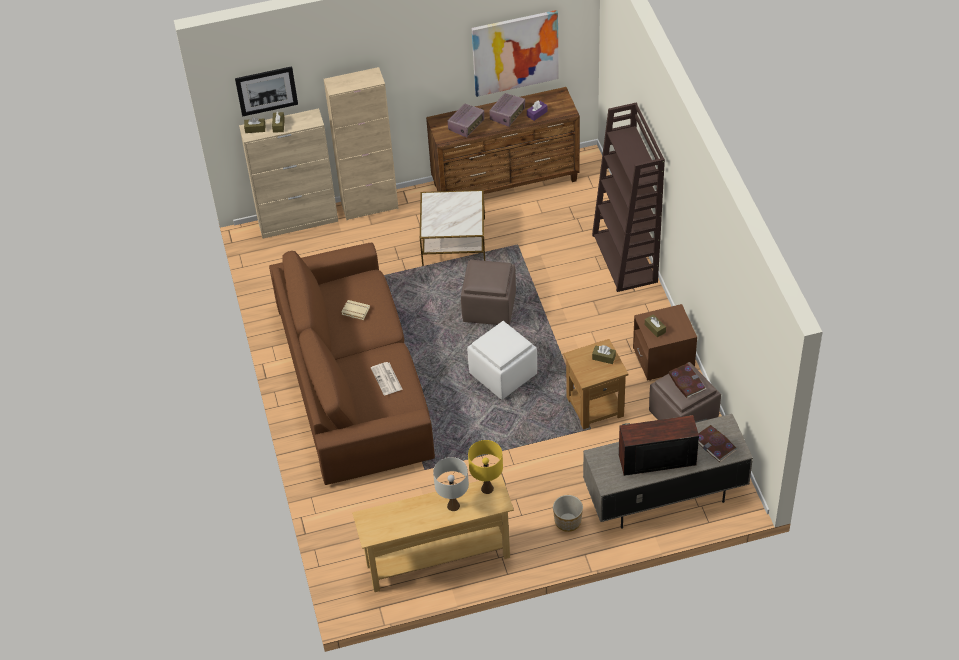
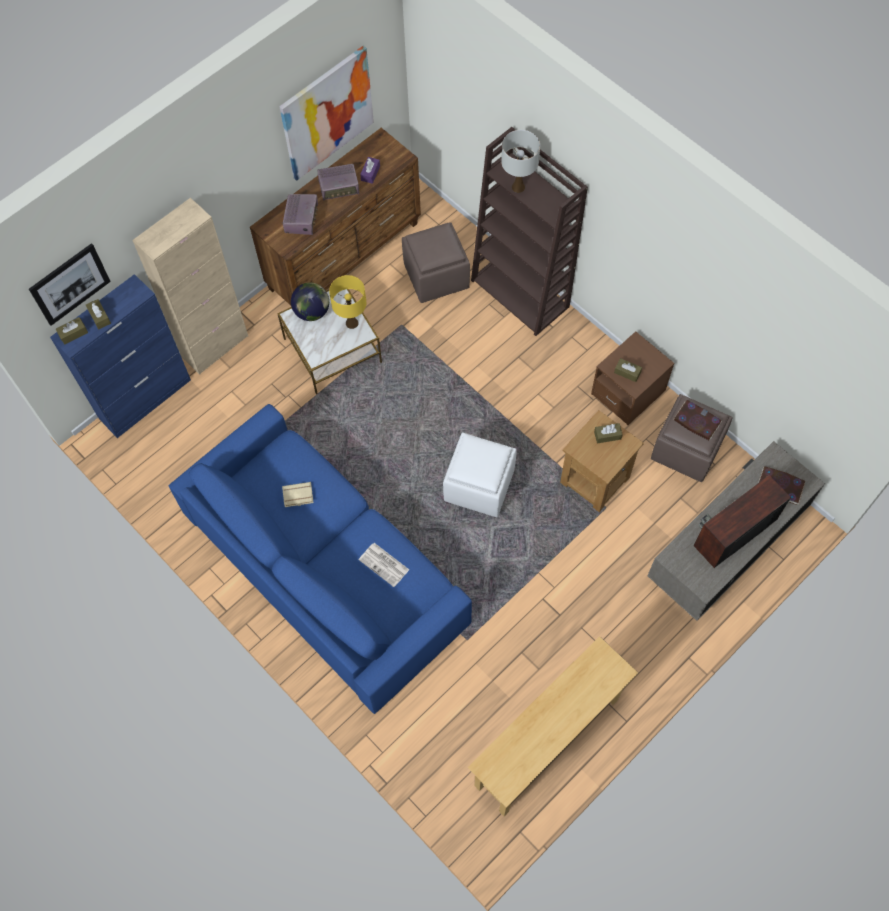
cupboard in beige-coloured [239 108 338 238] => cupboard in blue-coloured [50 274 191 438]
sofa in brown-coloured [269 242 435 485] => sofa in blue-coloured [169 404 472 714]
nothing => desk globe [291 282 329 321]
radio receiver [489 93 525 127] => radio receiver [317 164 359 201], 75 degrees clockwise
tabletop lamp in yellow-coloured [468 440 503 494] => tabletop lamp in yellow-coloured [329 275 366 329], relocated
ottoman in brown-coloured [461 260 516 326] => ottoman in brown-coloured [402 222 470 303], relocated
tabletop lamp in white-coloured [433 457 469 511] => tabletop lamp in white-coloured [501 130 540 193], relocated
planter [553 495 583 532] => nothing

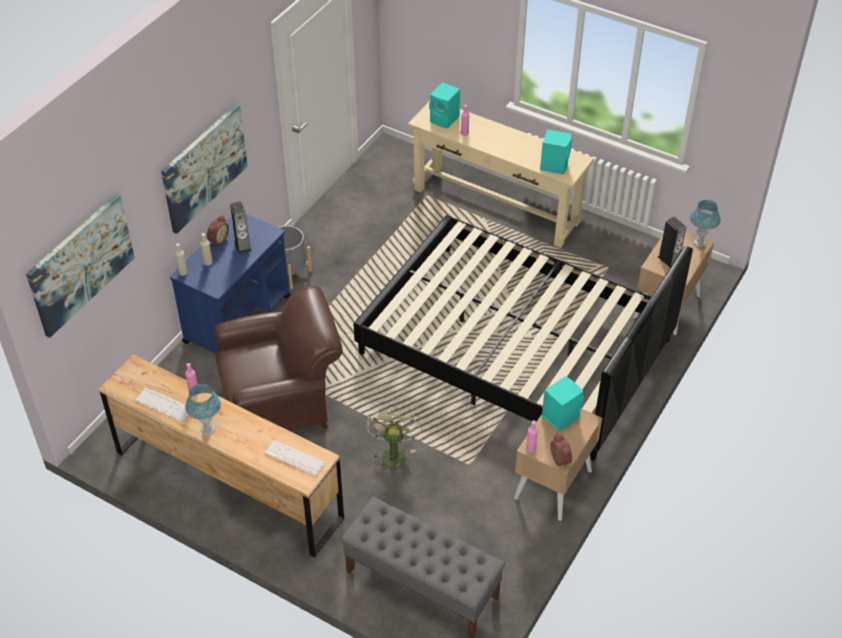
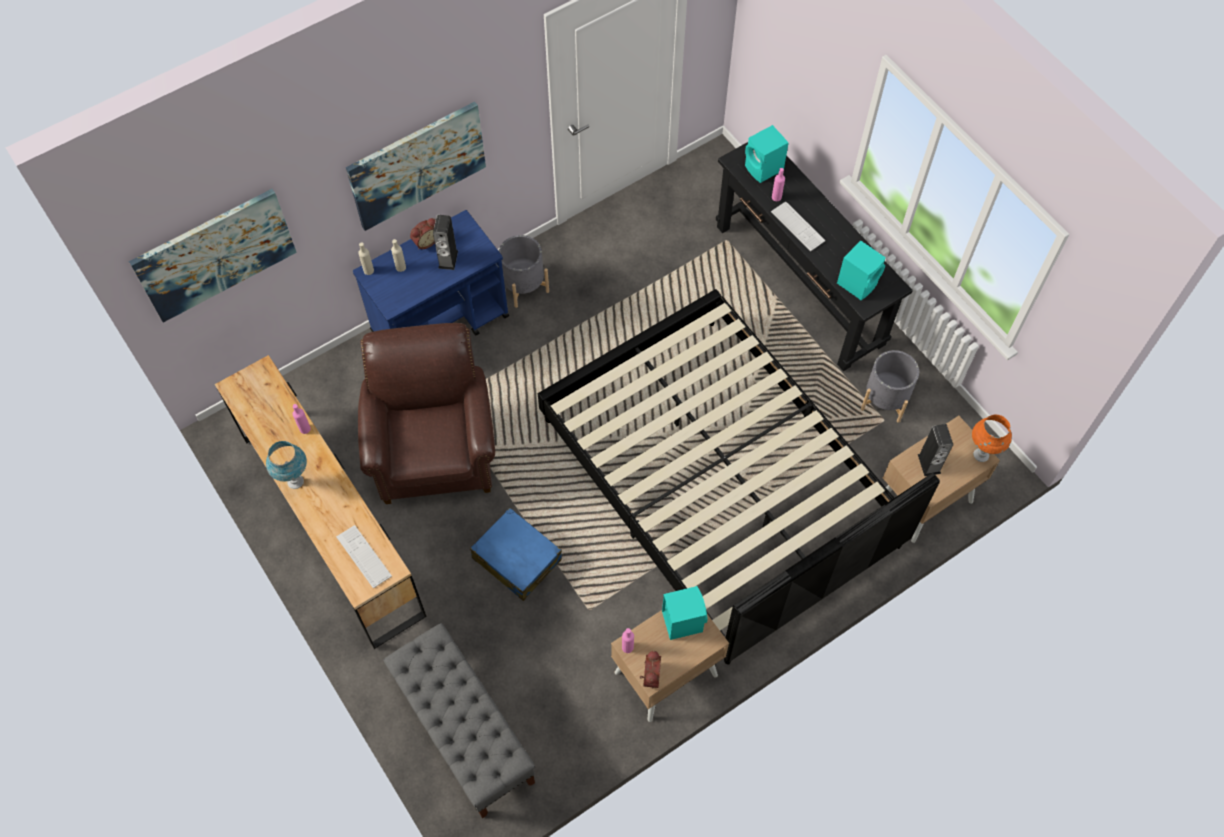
easy chair in brown-coloured [214 286 343 431] => easy chair in brown-coloured [358 323 495 504], 105 degrees counterclockwise
electric fan in green-coloured [366 406 422 473] => suitcase in blue-coloured [470 508 562 601]
narrow table in beige-coloured [408 101 594 248] => narrow table in black-coloured [716 142 913 371]
PC keyboard [135 388 188 422] => PC keyboard [771 201 825 251], relocated
nothing => planter in gray [861 350 919 423]
tabletop lamp in blue-coloured [690 200 720 247] => tabletop lamp in orangey [972 415 1012 462]

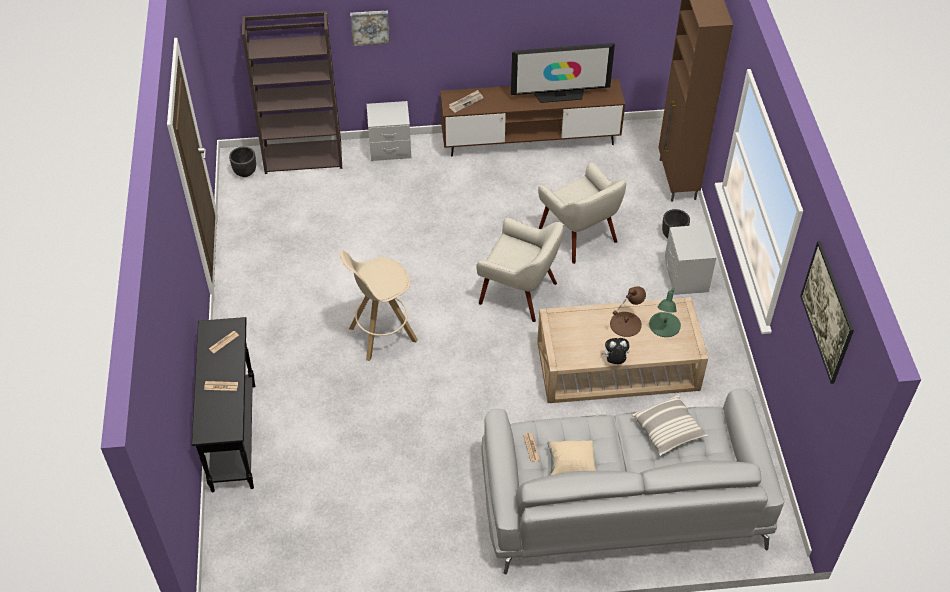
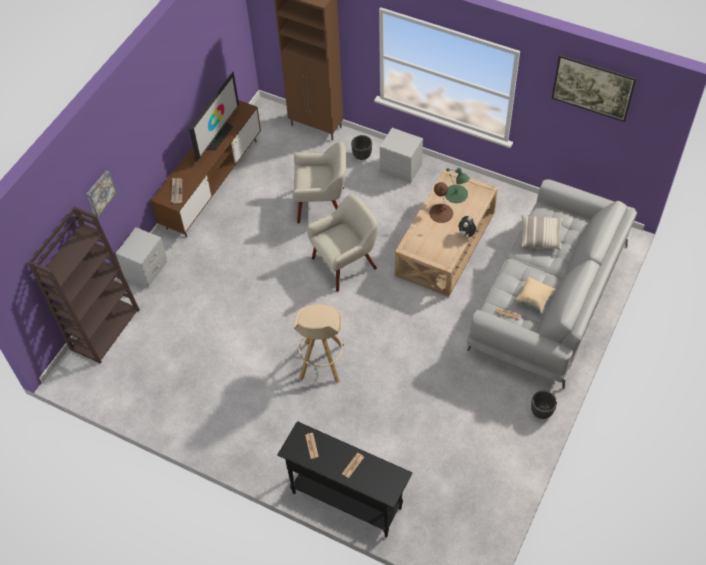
planter in black-coloured [229 147 256 177] => planter in black-coloured [531 390 557 419], relocated

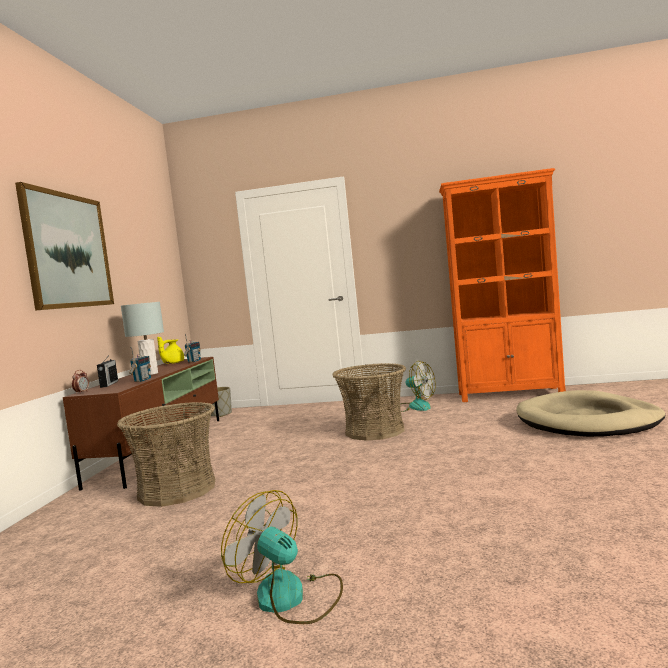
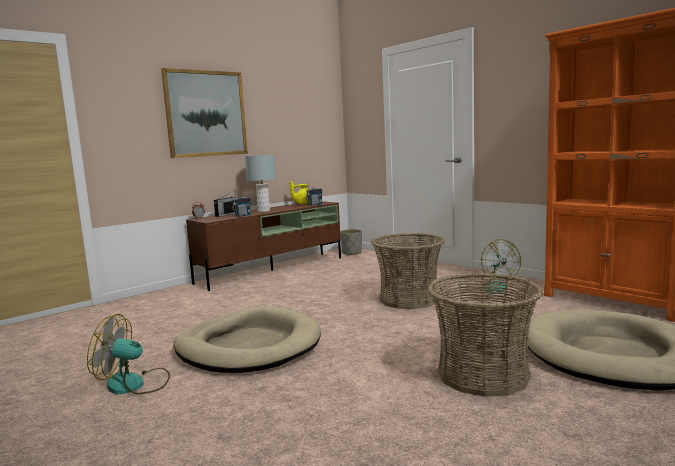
electric fan [221 490 343 624] => electric fan [87 314 170 395], 75 degrees counterclockwise
nothing => pet bed in beige-coloured [173 307 321 373]
storage basket [117 402 215 507] => storage basket [427 273 543 397], relocated

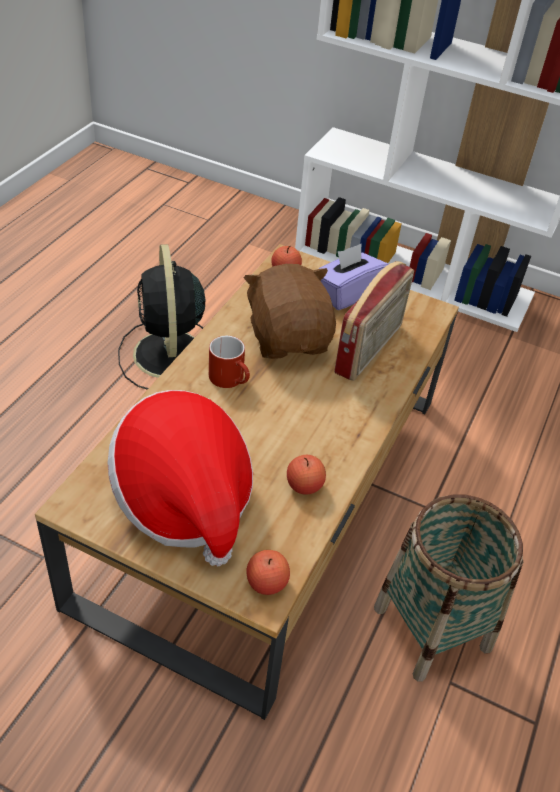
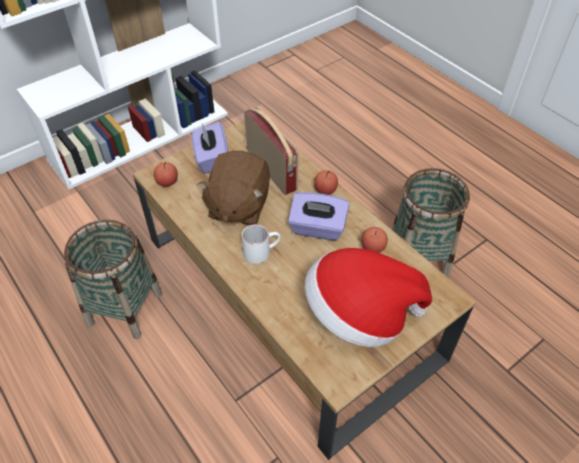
electric fan in black-coloured [118 244 205 390] => storage basket [64 220 162 339]
cuddly toy in brown-coloured [244 264 336 359] => cuddly toy in brown-coloured [197 151 270 225], 90 degrees counterclockwise
mug in red [209 336 250 388] => mug in white-coloured [241 224 280 264]
nothing => tissue holder in purple [288 192 349 241]
whole apple [246 550 290 595] => whole apple [314 170 338 195], relocated

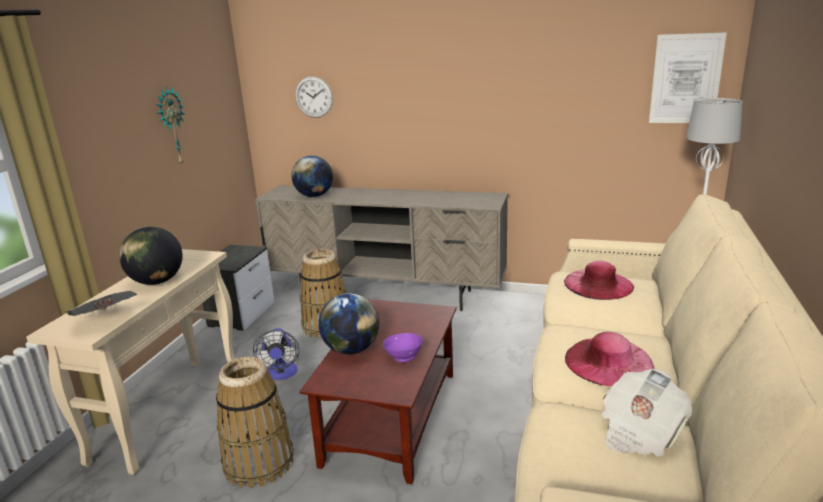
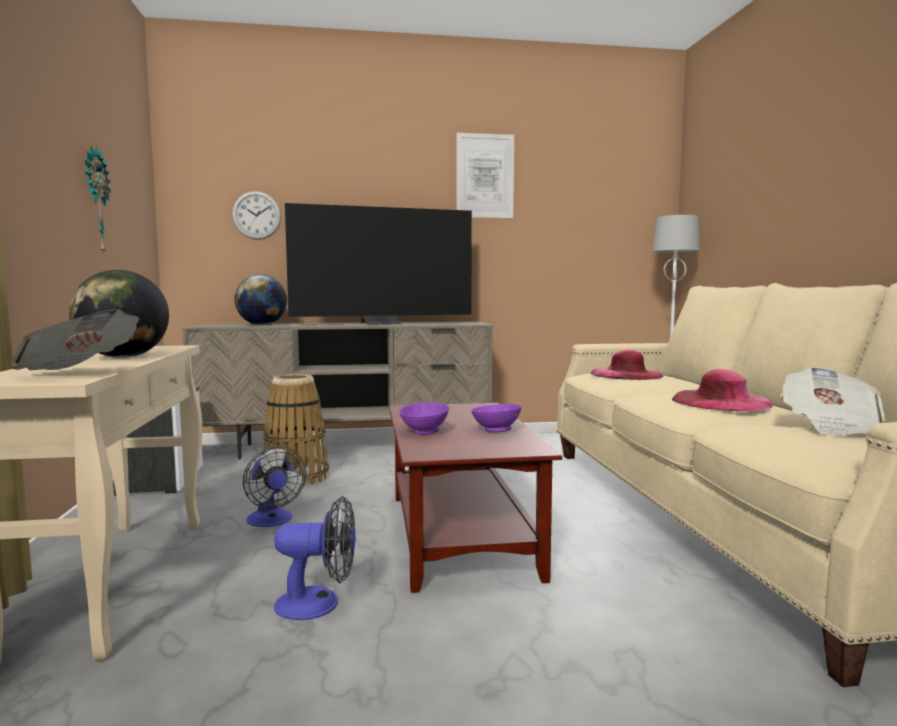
storage basket [216 357 294 488] => electric fan [274 496 355 620]
nothing => television [285 203 472 325]
desk globe [319 293 379 354] => serving bowl in purple [399 402 449 435]
picture [649 33 727 123] => picture [456 133 514 218], relocated

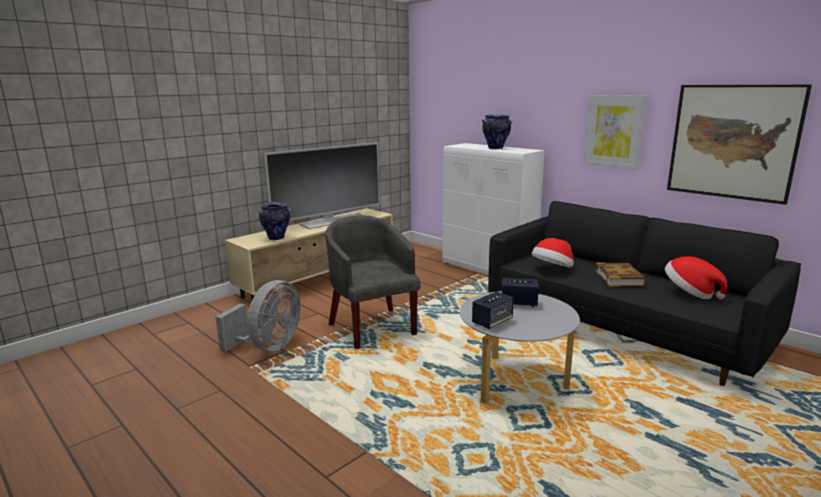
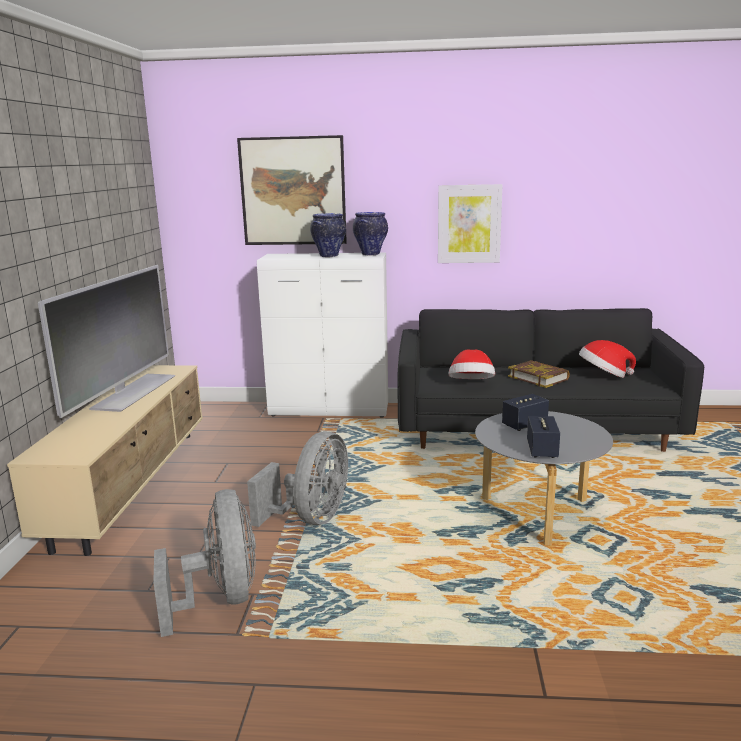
picture [667 84 812 205] => picture [237 135 347 245], relocated
easy chair in gray [325 216 421 349] => electric fan in gray [247 431 348 527]
decorative vase [257 202 292 240] => decorative vase [353 212 388 256], relocated

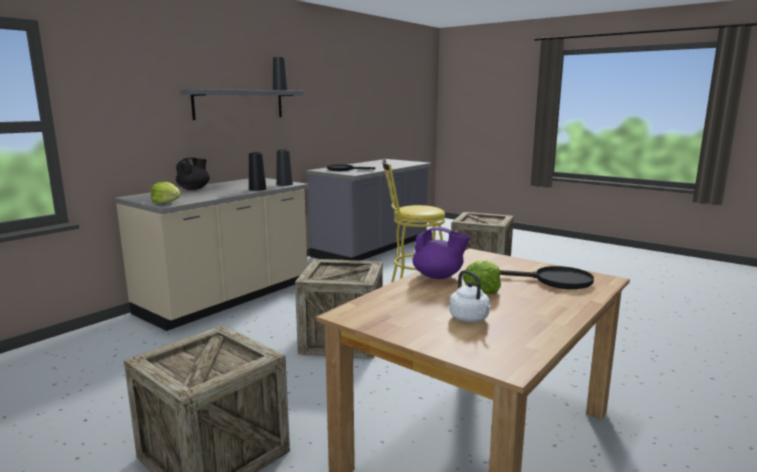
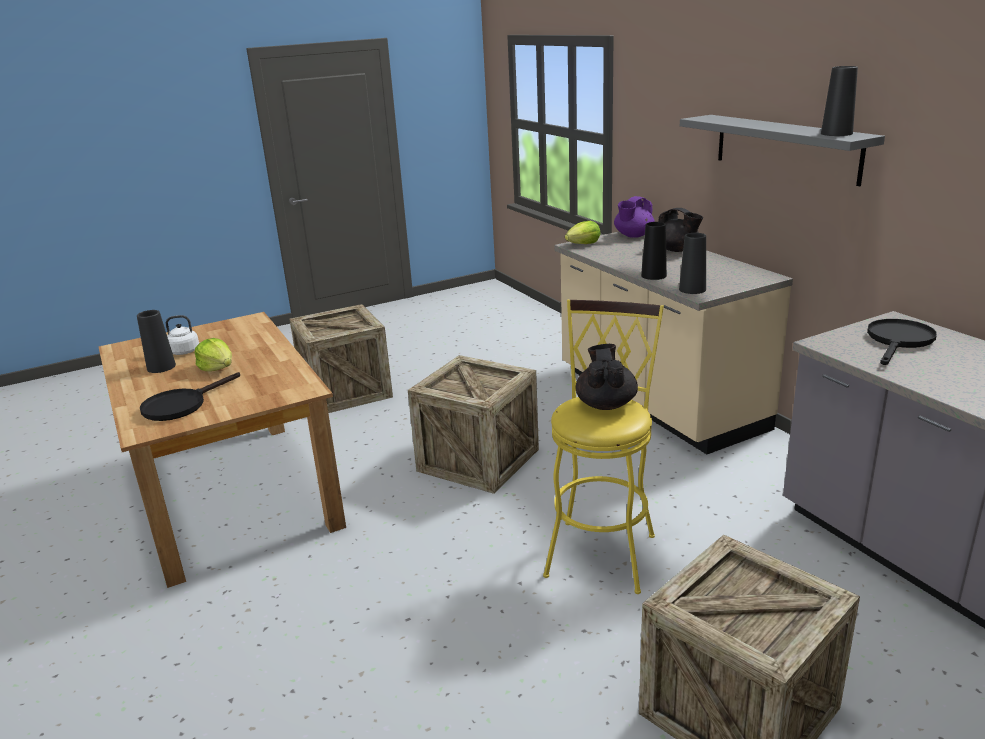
nothing => decorative vase in black-coloured [137 310 176 373]
nothing => teapot in black-coloured [576 344 638 410]
teapot in purple [412 227 470 279] => teapot in purple [614 196 655 238], relocated

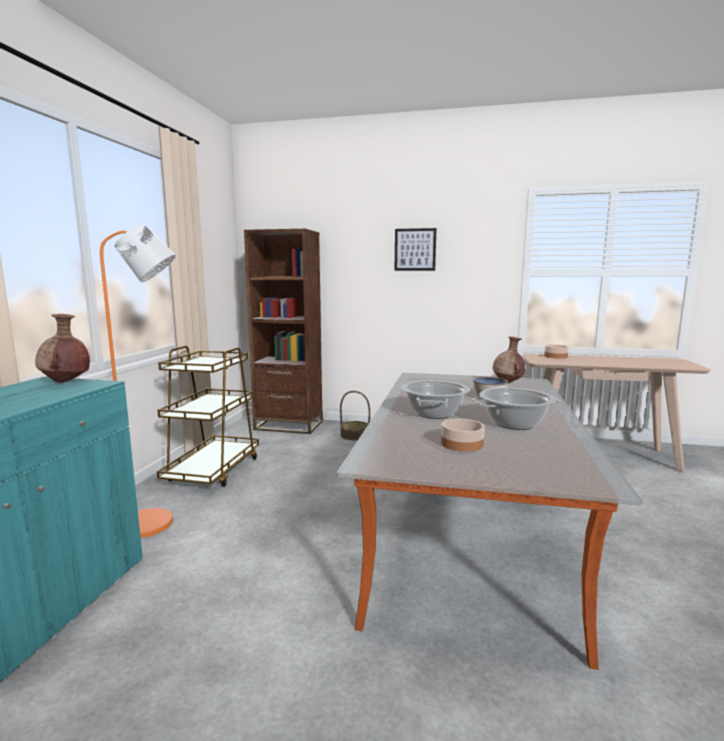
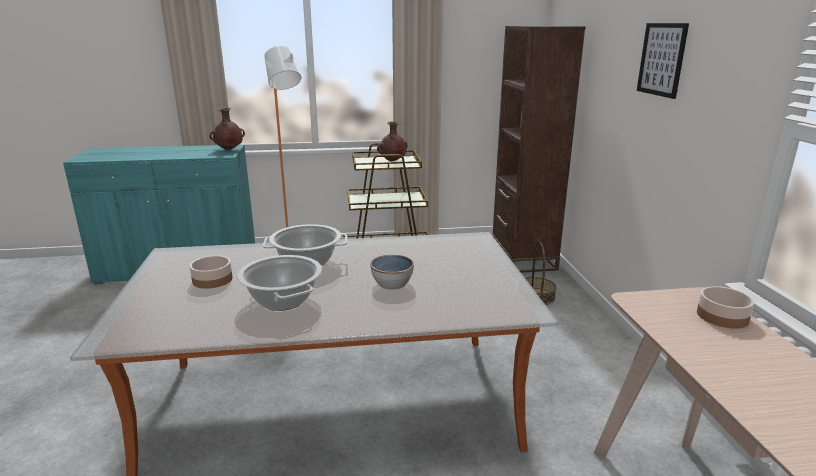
decorative vase in brown-coloured [492 336 525 383] => decorative vase in brown-coloured [377 121 408 161], relocated

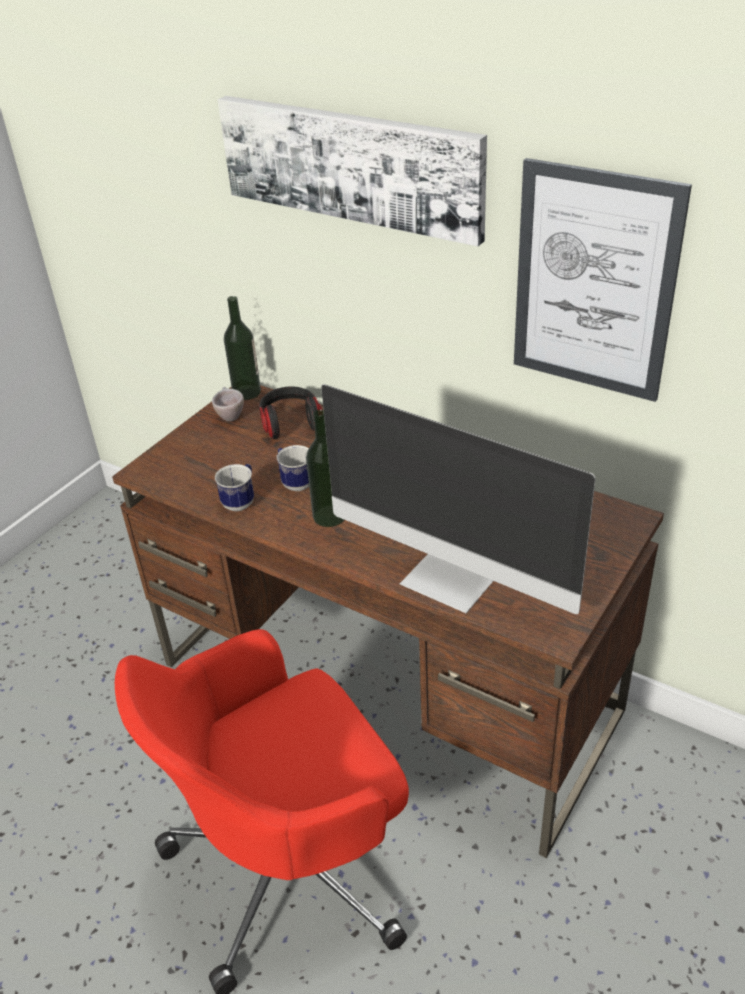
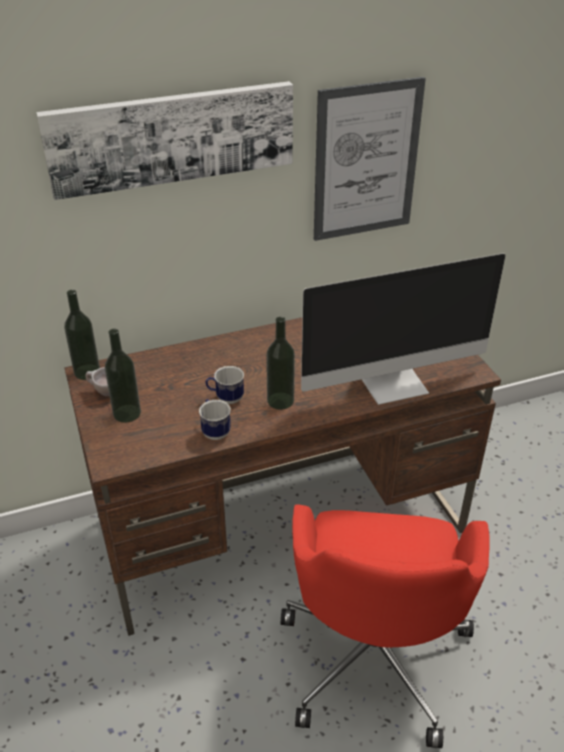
nothing => drink bottle [105 329 141 423]
pair of headphones [259 386 322 439] => nothing

